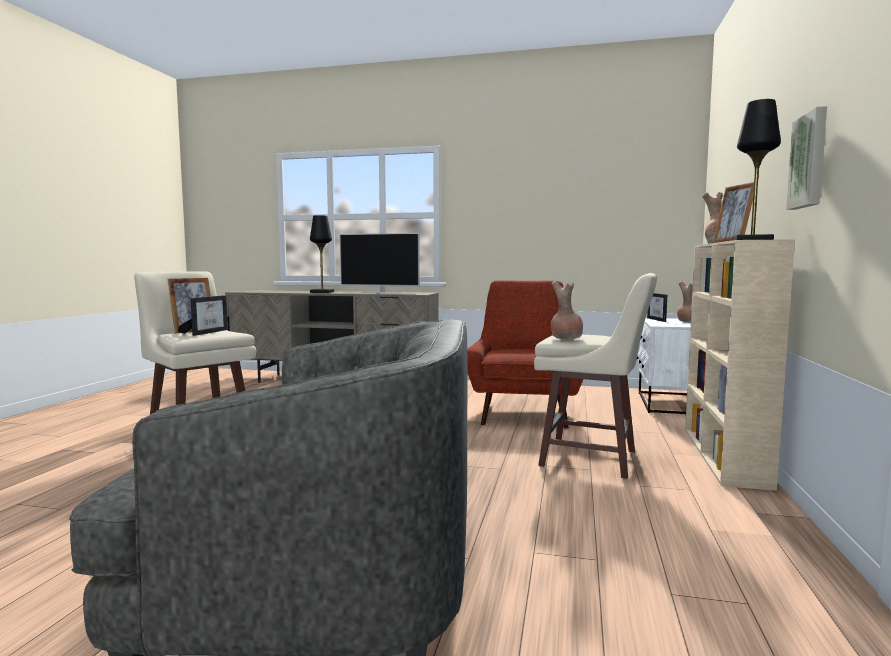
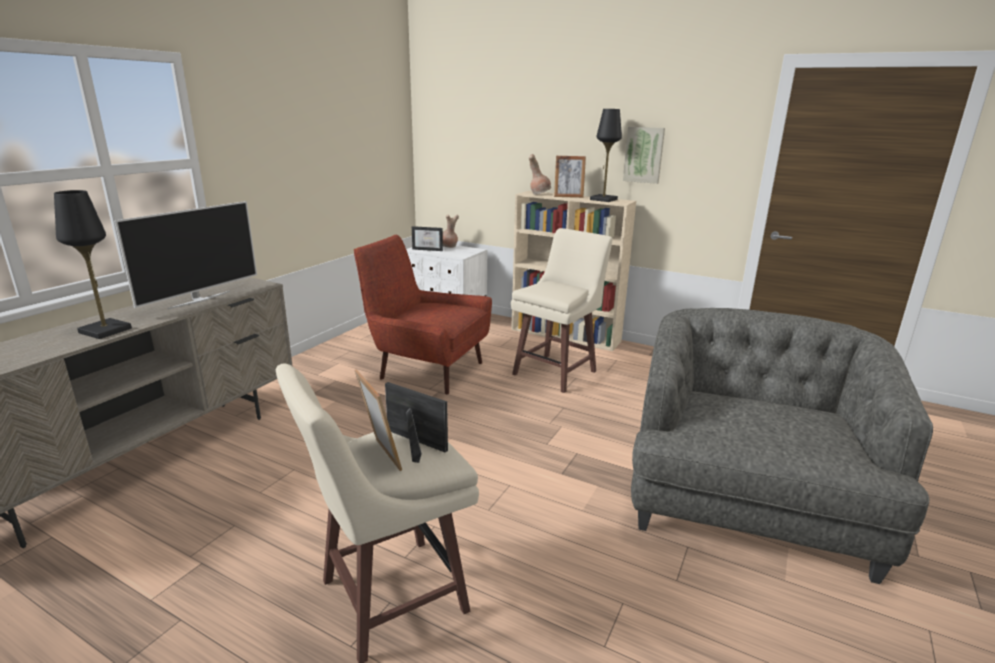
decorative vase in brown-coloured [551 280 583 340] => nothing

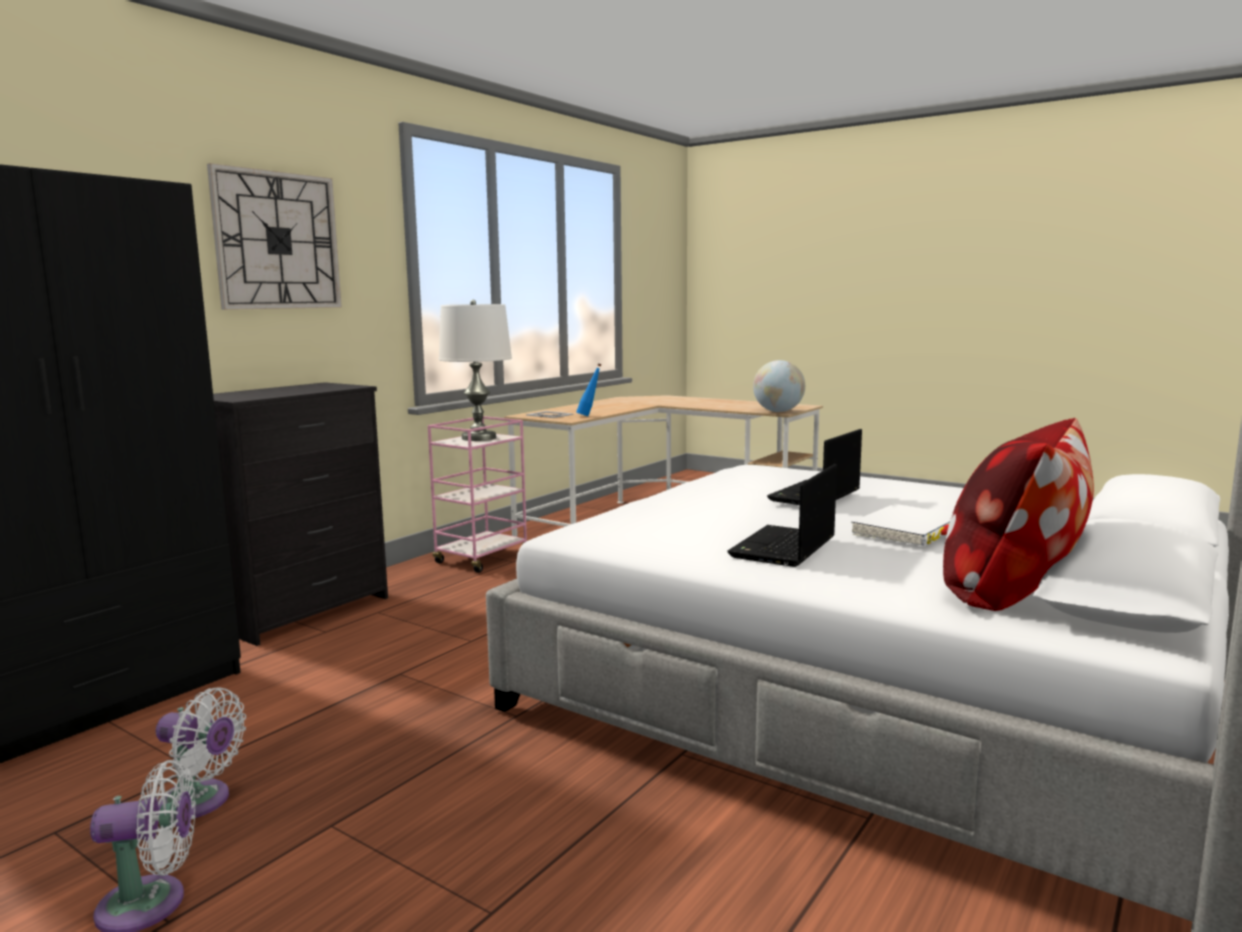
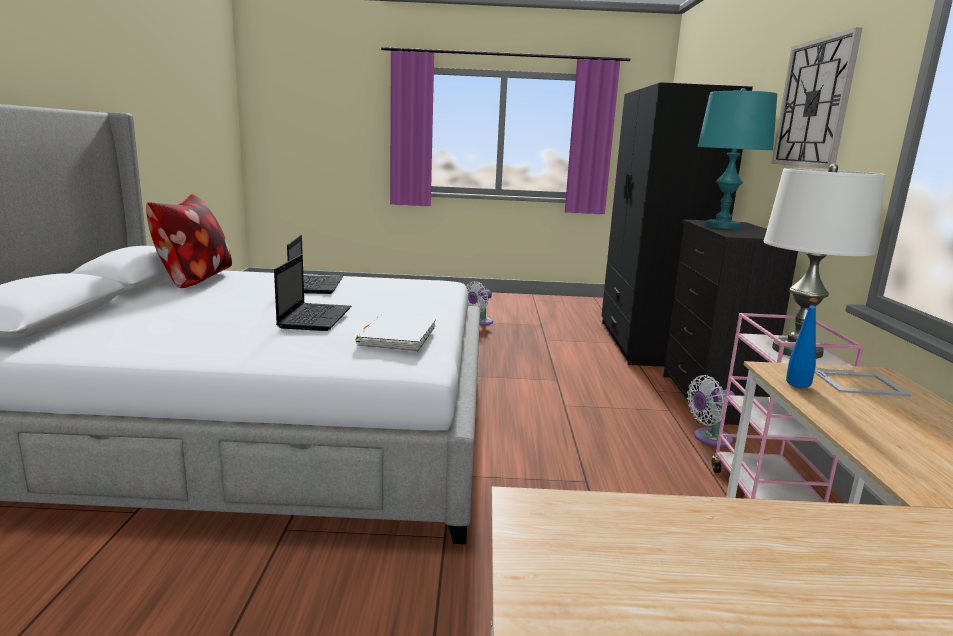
book in white-coloured [852 504 952 546] => book in white-coloured [356 314 436 352], relocated
electric fan in white-coloured [156 688 246 818] => electric fan in white-coloured [687 375 735 447], relocated
nothing => tabletop lamp in turquoise-coloured [697 88 777 229]
desk globe [753 360 805 412] => nothing

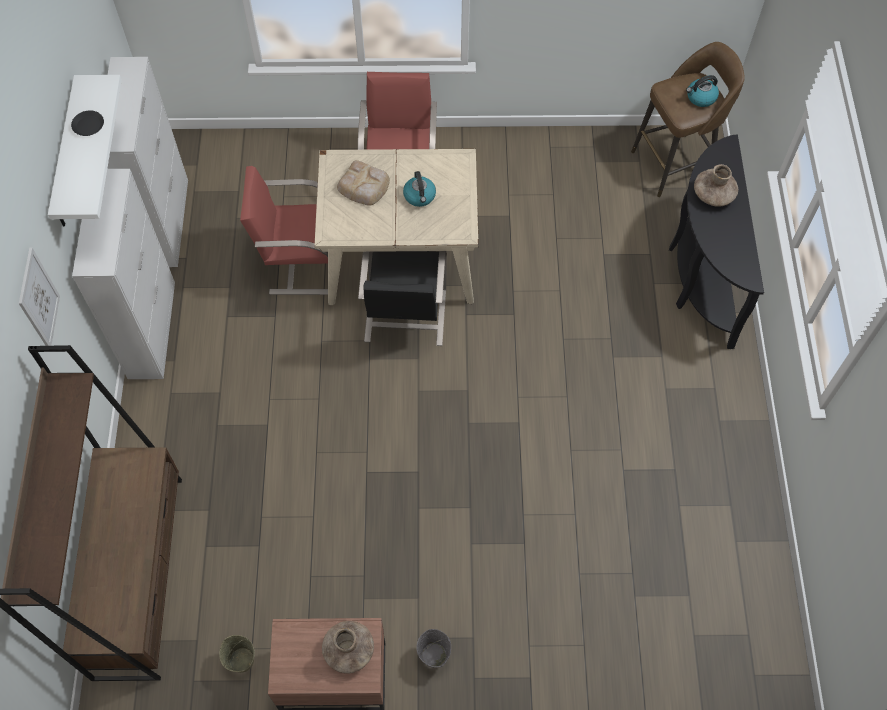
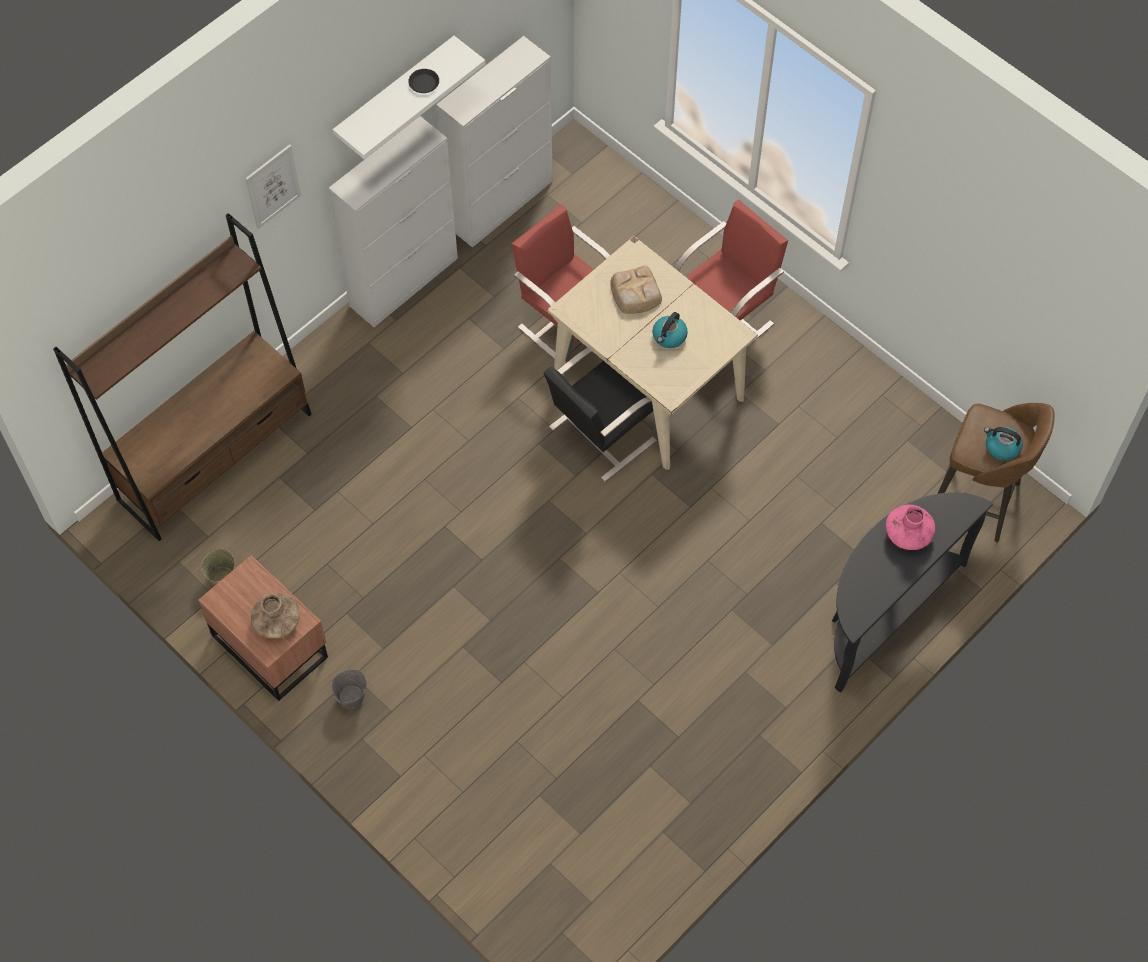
decorative vase in brown-coloured [694 164 738 207] => decorative vase in pink [886 505 935 550]

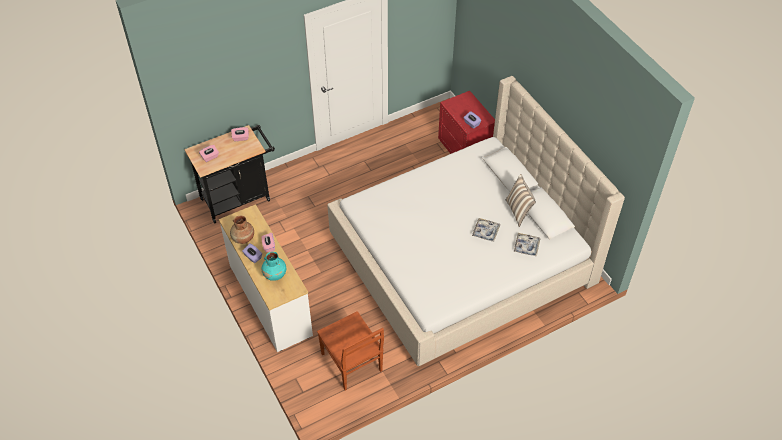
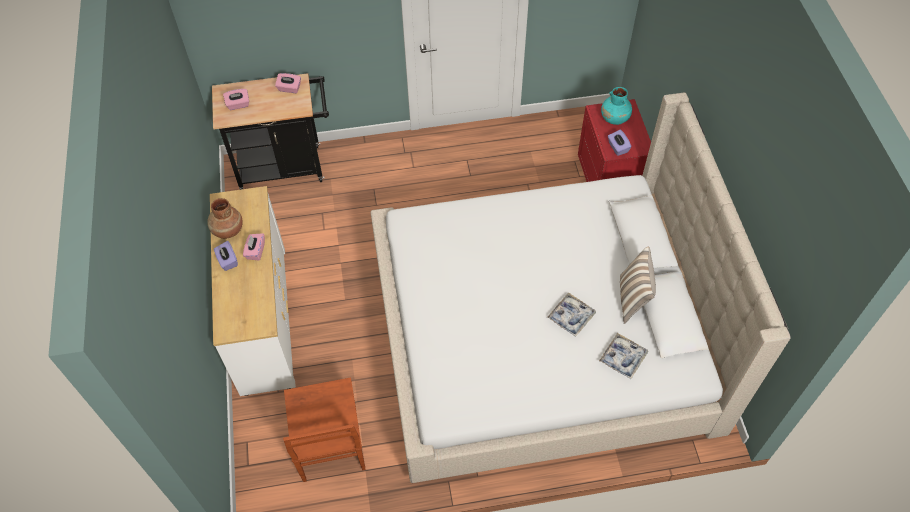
decorative vase in turquoise-coloured [262 252 286 281] => decorative vase in turquoise-coloured [601 87 632 125], relocated

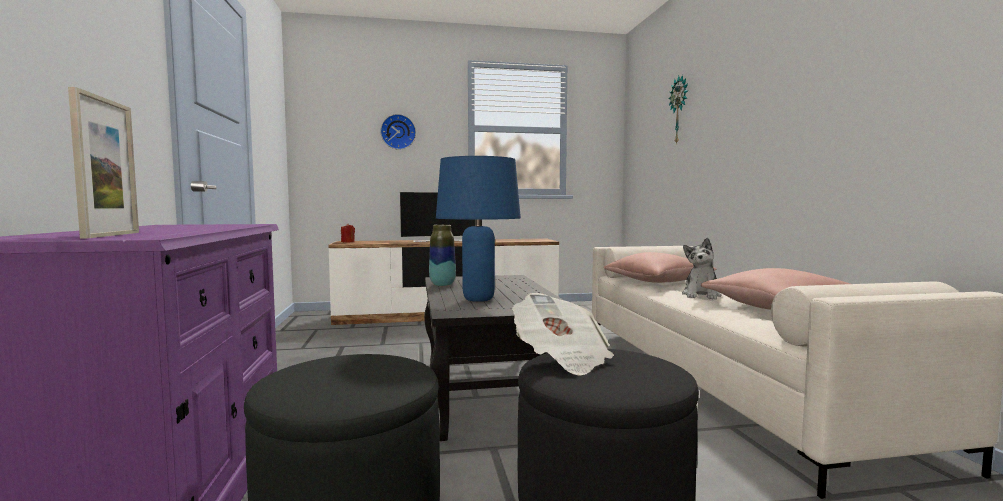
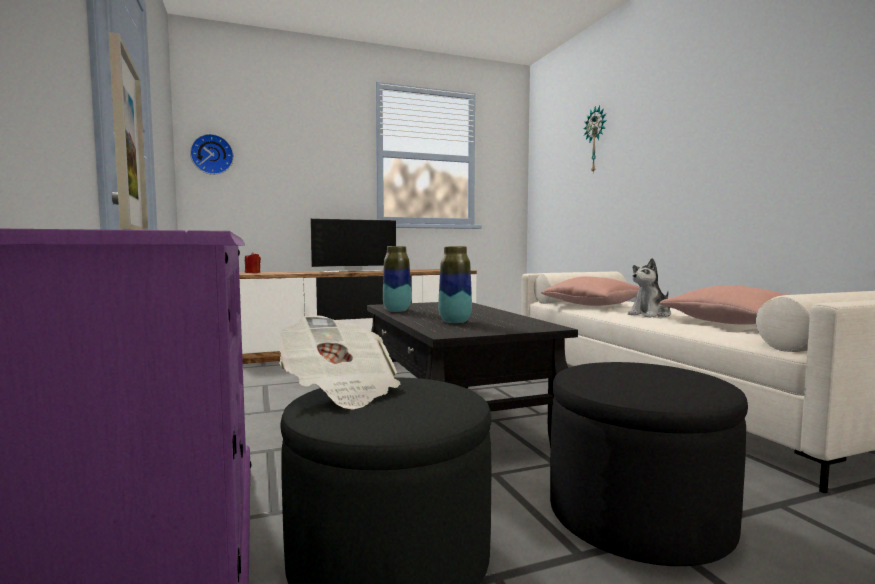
hanging clock [380 114 416 150] => hanging clock [190 134 234 175], relocated
printed paper [512 293 614 376] => printed paper [279 315 400 410], relocated
tabletop lamp in blue-coloured [436 156 521 302] => decorative vase [439 246 472 323]
cuddly toy [682 238 721 299] => cuddly toy [628 258 671 317], 45 degrees clockwise

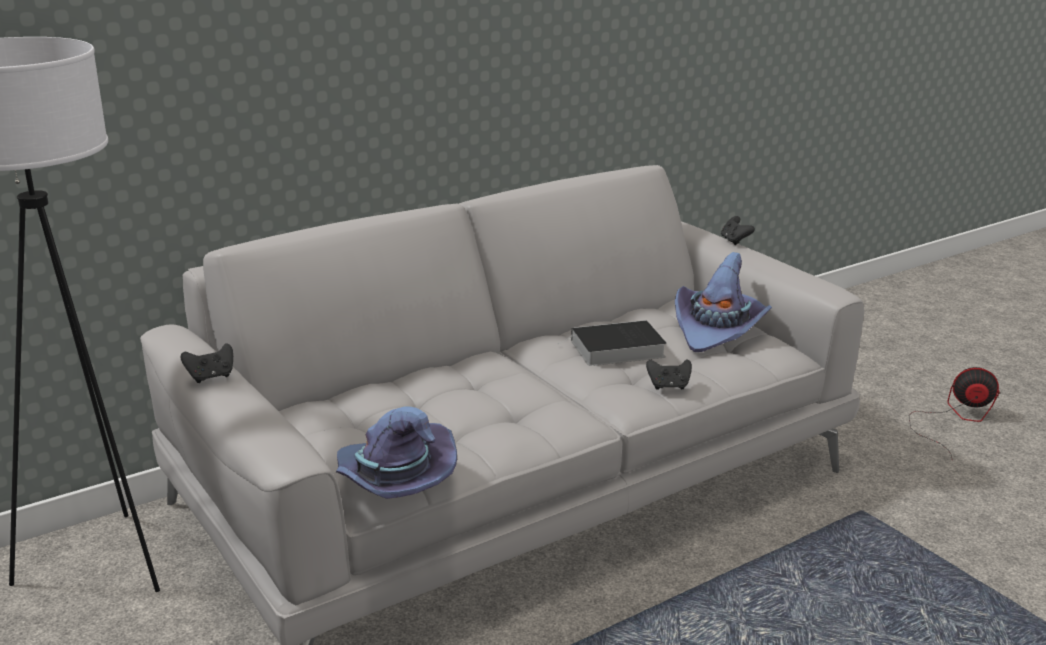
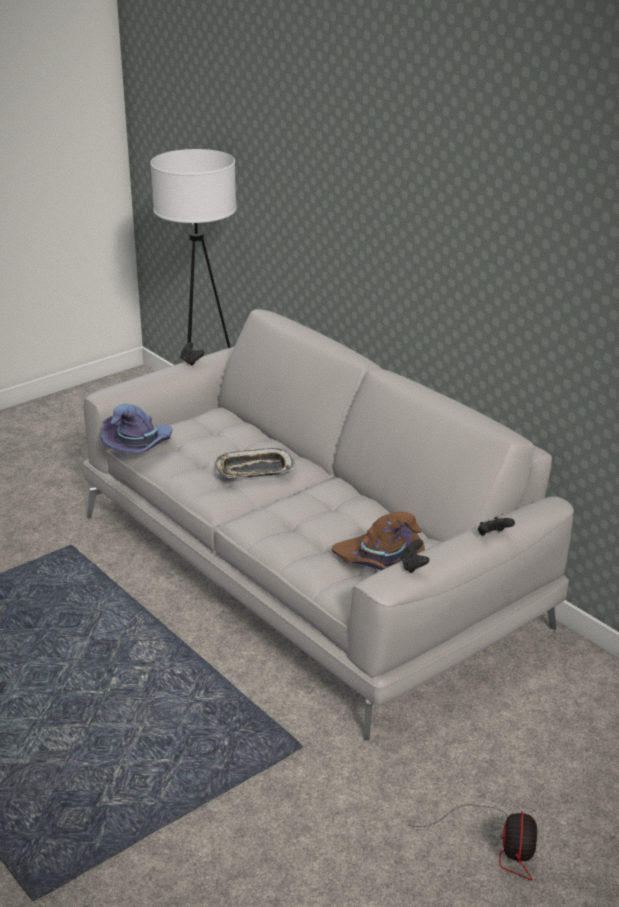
nothing => carrying tray [215 448 296 478]
wearable hat in purple [675 252 772 352] => wearable hat in brown-coloured [332 512 425 570]
game controller in black-coloured [646 359 692 390] => game controller in black-coloured [401 539 429 573], relocated
book [557 320 667 366] => nothing

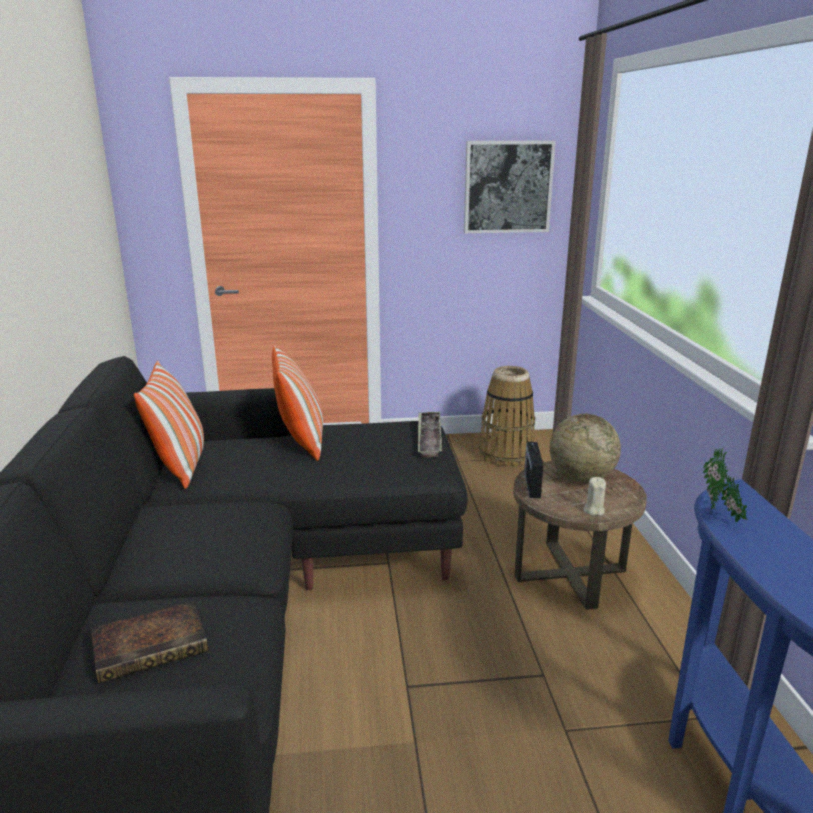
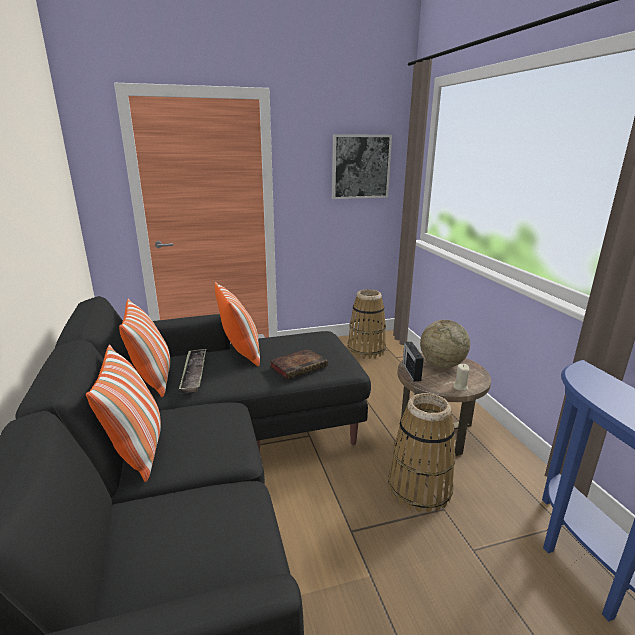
nothing => pillow [86 344 161 482]
carrying tray [418 412 442 458] => carrying tray [179 349 206 393], relocated
book [91 601 208 683] => book [269 349 328 380], relocated
nothing => storage basket [388 393 455 513]
plant in a pot [703 448 748 522] => nothing

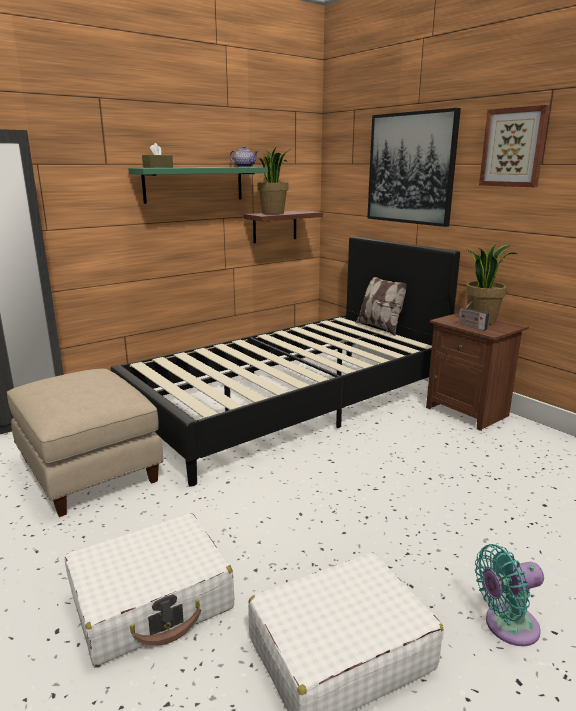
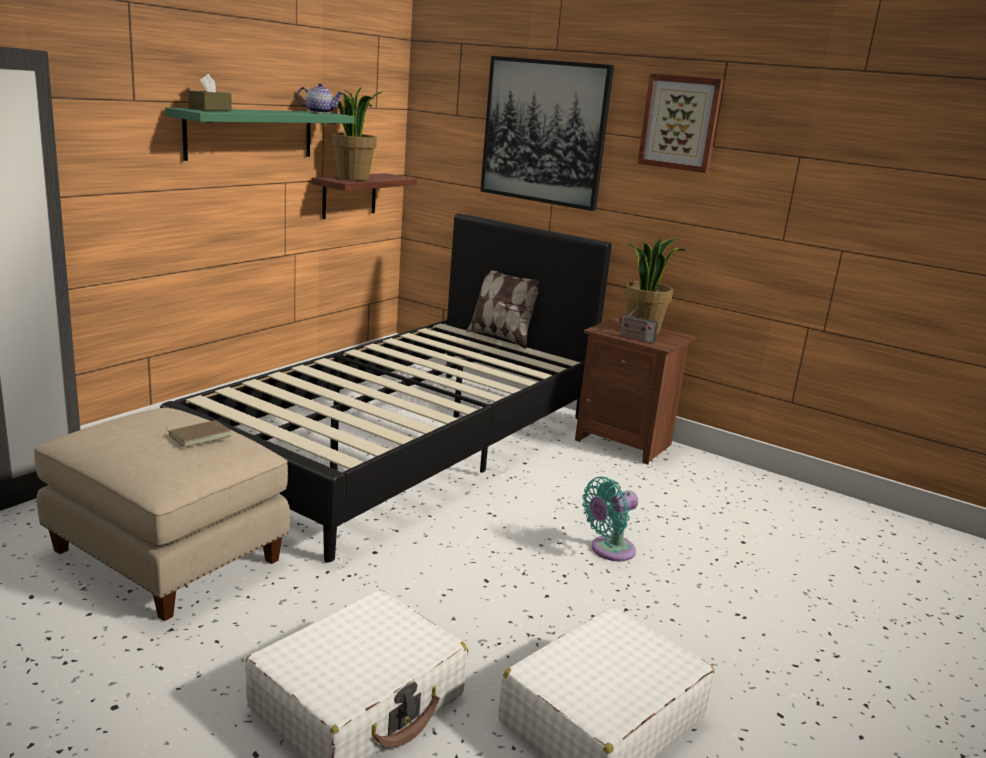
nothing => book in brown-coloured [166 420 231 447]
electric fan in turquoise-coloured [475 544 544 646] => electric fan in turquoise-coloured [582 477 638 561], relocated

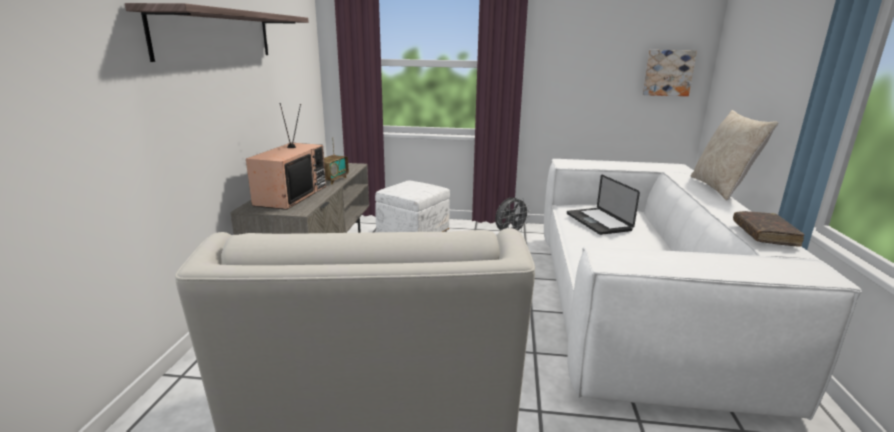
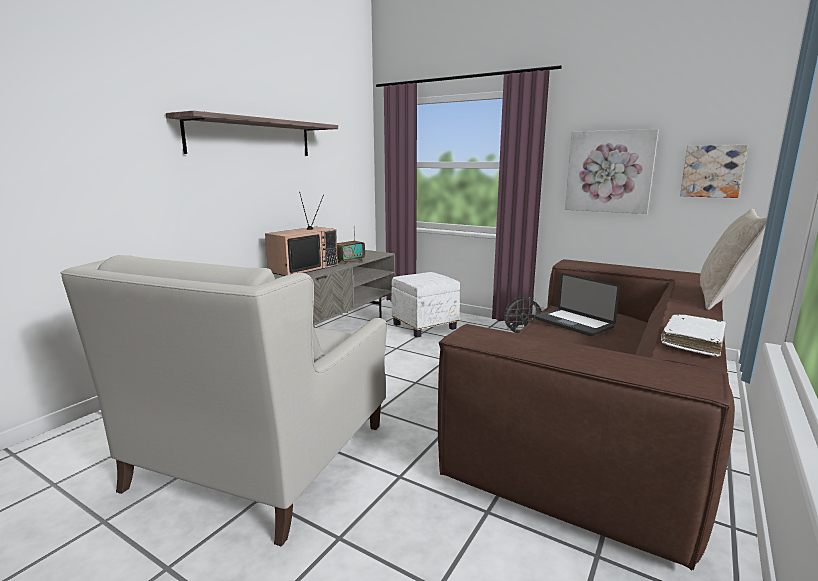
sofa in white-coloured [544 159 862 420] => sofa in brown-coloured [438 259 735 571]
notebook computer [567 175 640 235] => notebook computer [535 273 620 336], 45 degrees counterclockwise
nothing => picture [565 129 659 214]
book in brown-coloured [733 211 804 247] => book in white-coloured [661 315 726 357]

